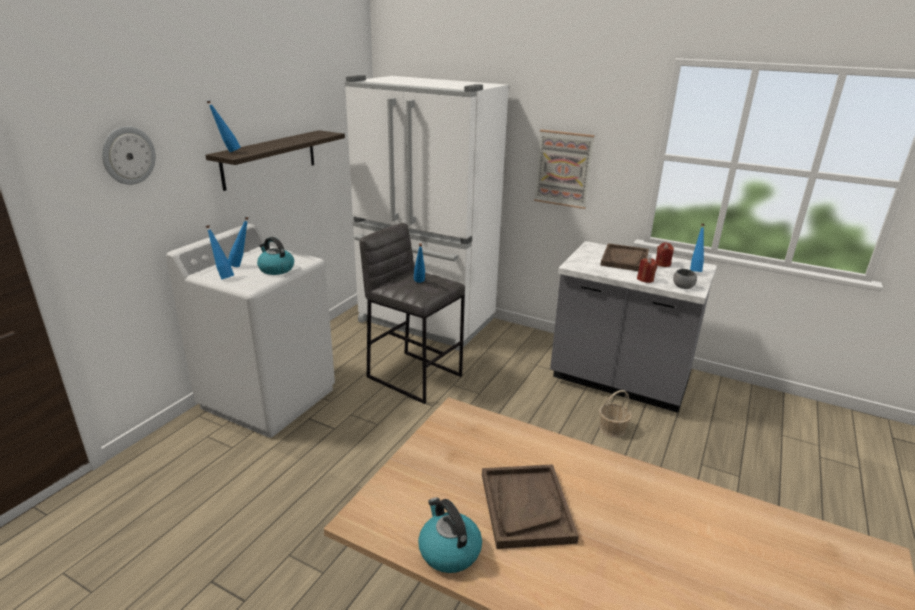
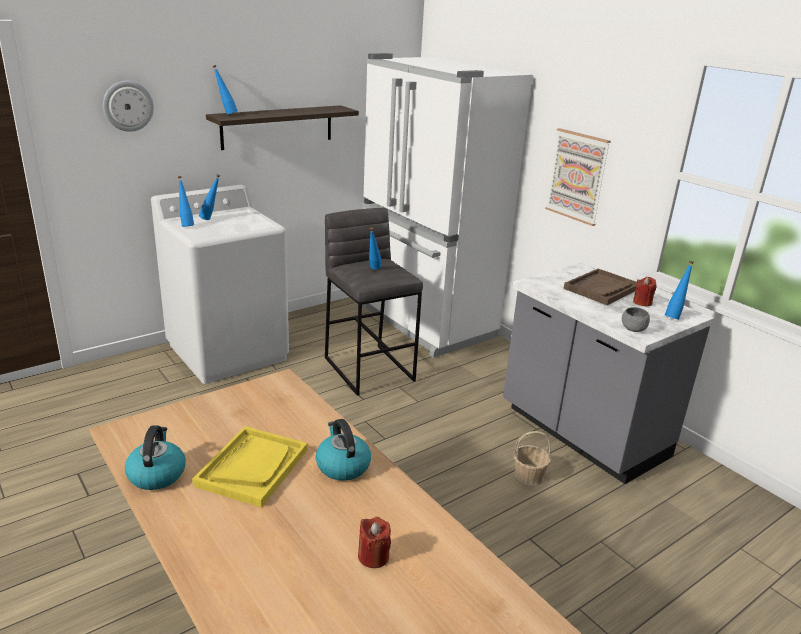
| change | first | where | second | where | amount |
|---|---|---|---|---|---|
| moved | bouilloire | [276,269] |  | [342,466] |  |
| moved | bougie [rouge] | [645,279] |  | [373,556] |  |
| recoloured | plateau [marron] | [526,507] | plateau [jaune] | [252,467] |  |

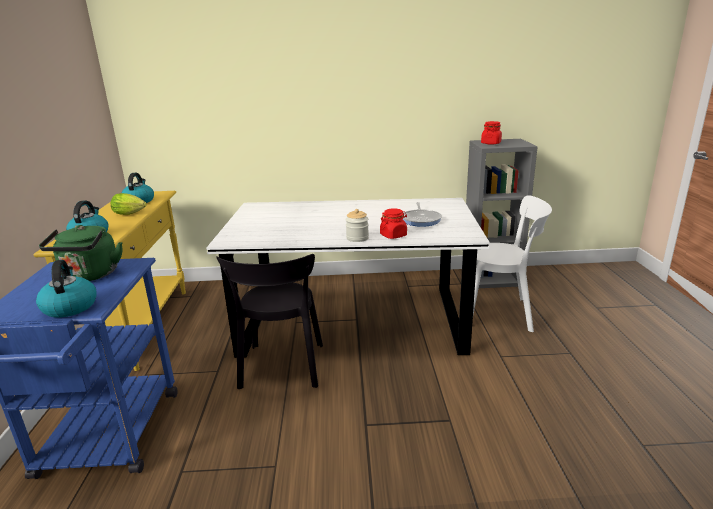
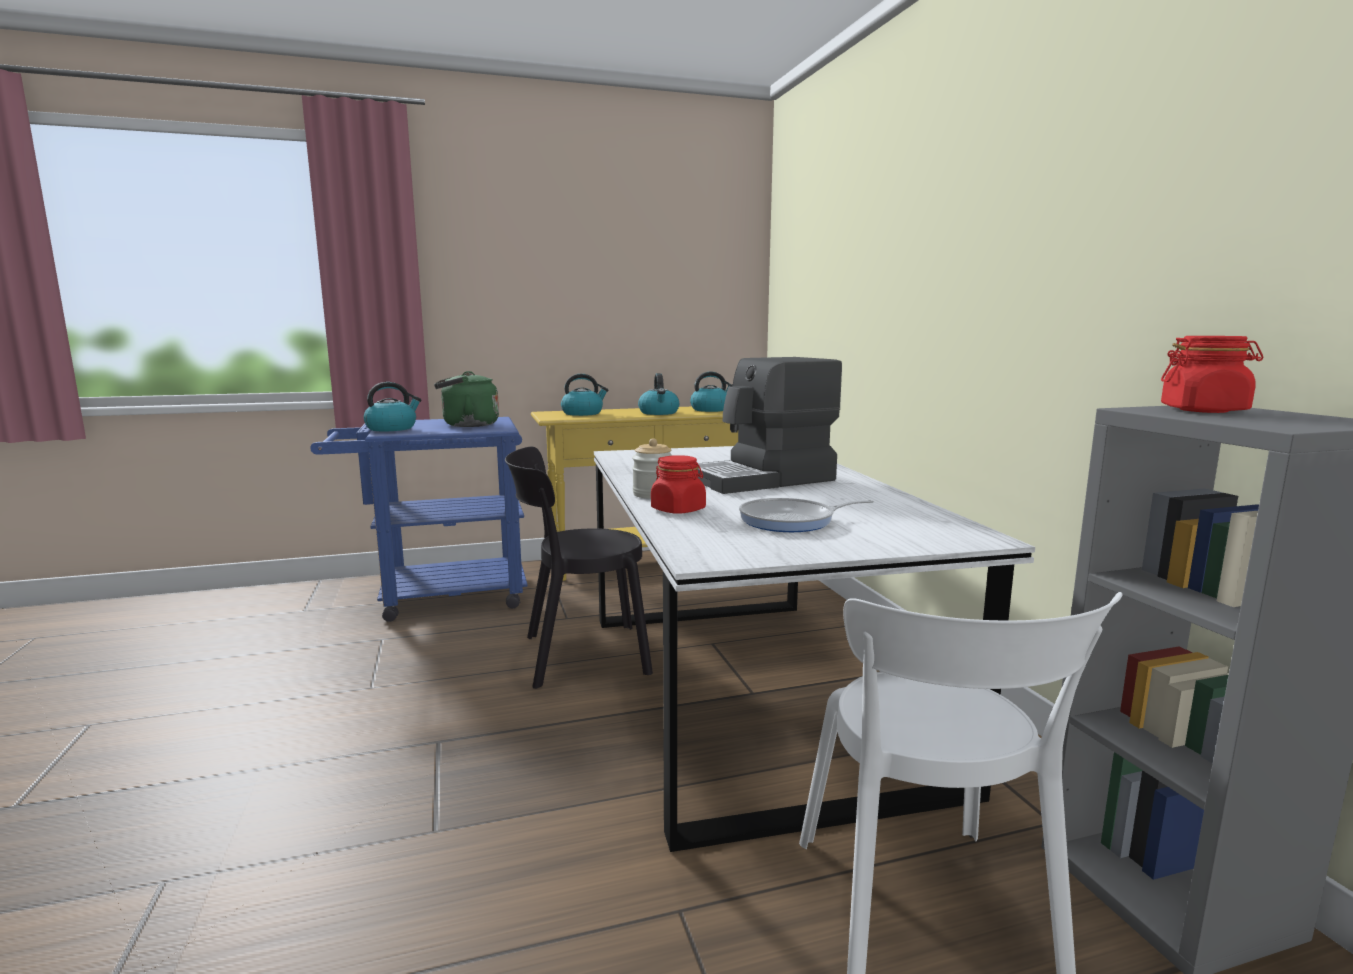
| change | first | where | second | where | amount |
|---|---|---|---|---|---|
| replaced | laitue | [131,214] | bouilloire | [659,413] |  |
| added |  |  | machine à café | [763,480] |  |

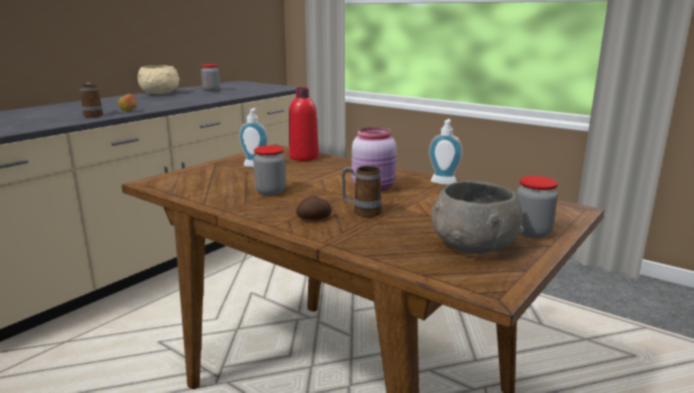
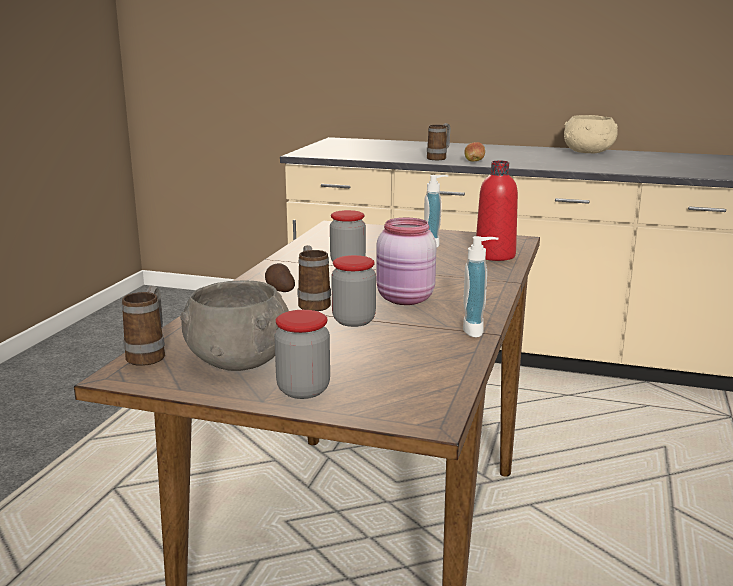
| change | first | where | second | where | amount |
|---|---|---|---|---|---|
| moved | bocal | [211,90] |  | [354,320] |  |
| added |  |  | mug | [150,355] |  |

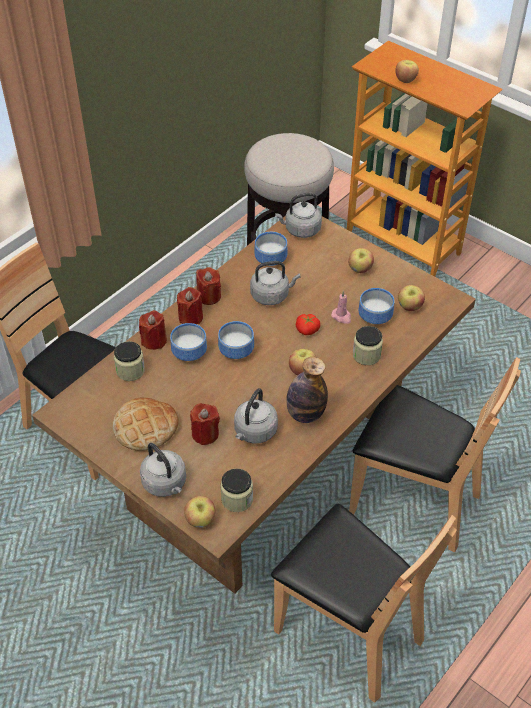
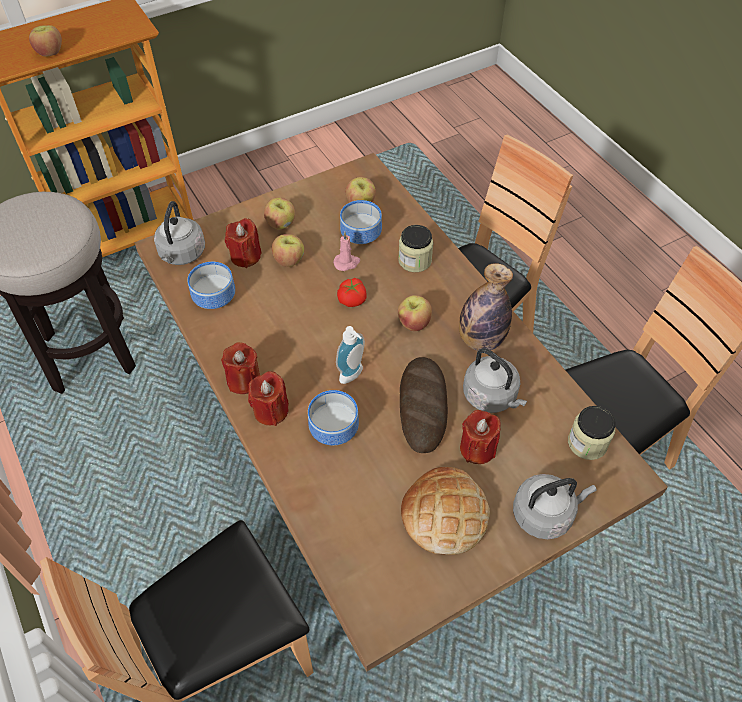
| change | first | where | second | where | amount |
|---|---|---|---|---|---|
| removed | bouilloire [gris] | [272,295] |  |  |  |
| moved | bougie [rouge] | [154,340] |  | [245,256] |  |
| replaced | bol | [238,350] | distributeur de savon | [353,376] |  |
| removed | bocal | [130,370] |  |  |  |
| moved | pomme | [200,520] |  | [289,260] |  |
| added |  |  | pain | [422,407] |  |

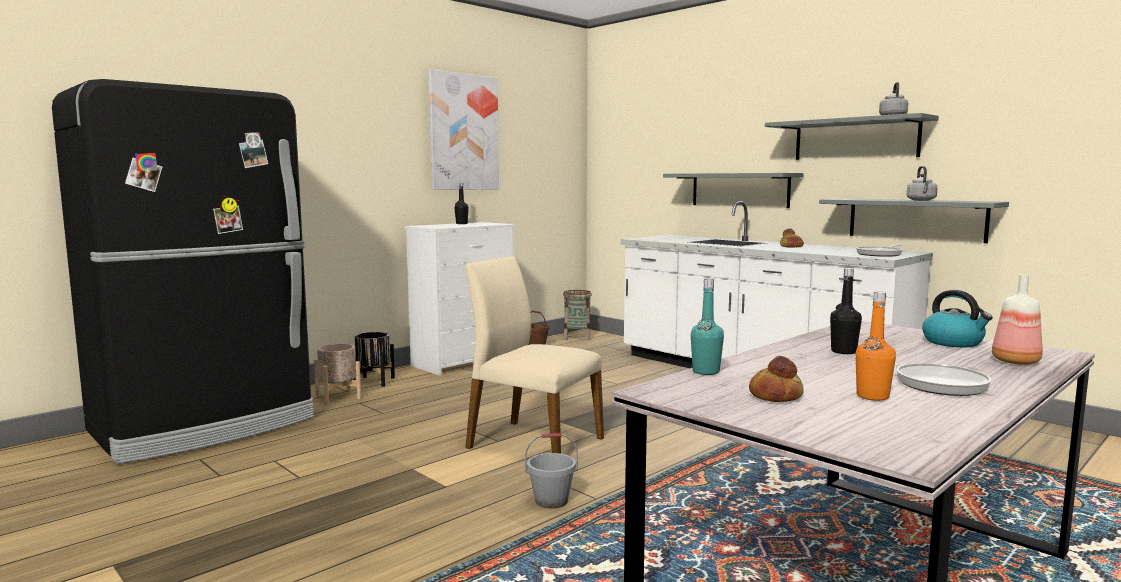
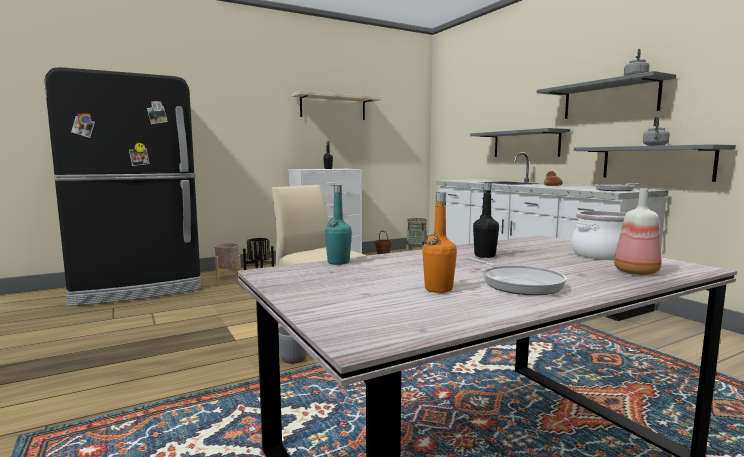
| change | first | where | second | where | amount |
|---|---|---|---|---|---|
| replaced | tableau | [463,132] | étagère [beige] | [333,107] |  |
| replaced | bouilloire | [953,342] | marmite | [601,255] |  |
| removed | pain | [775,395] |  |  |  |

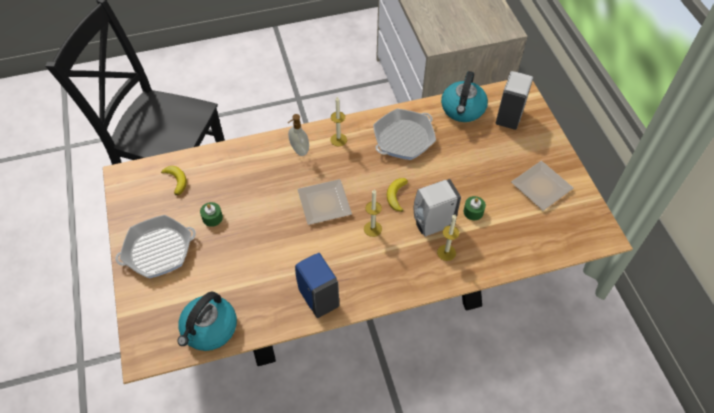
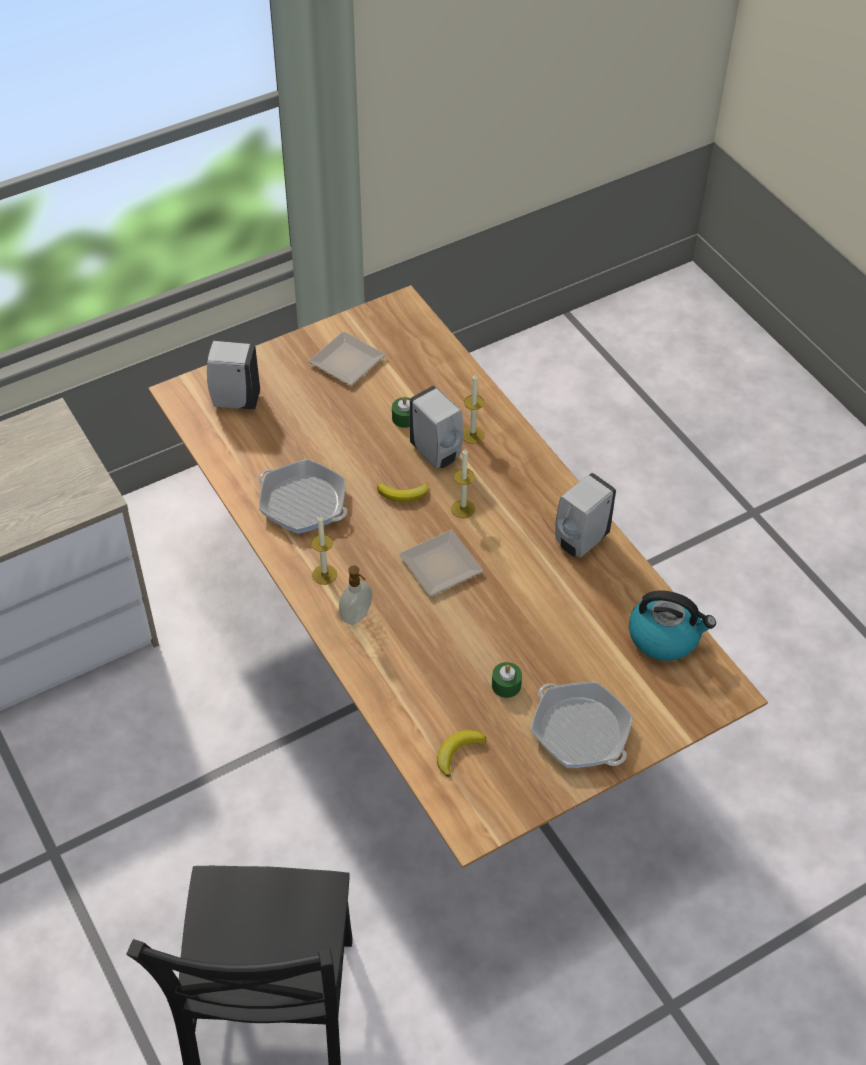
| change | first | where | second | where | amount |
|---|---|---|---|---|---|
| removed | bouilloire | [463,109] |  |  |  |
| recoloured | distributeur de savon [bleu] | [318,298] | distributeur de savon [blanc] | [580,541] |  |

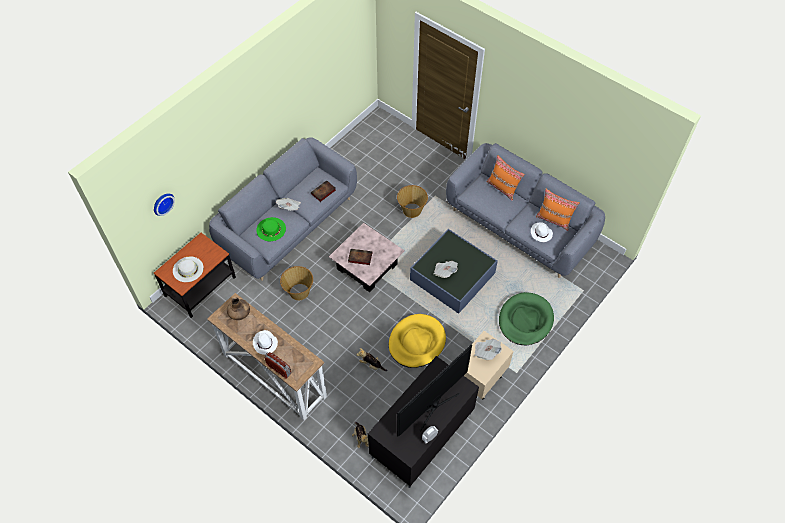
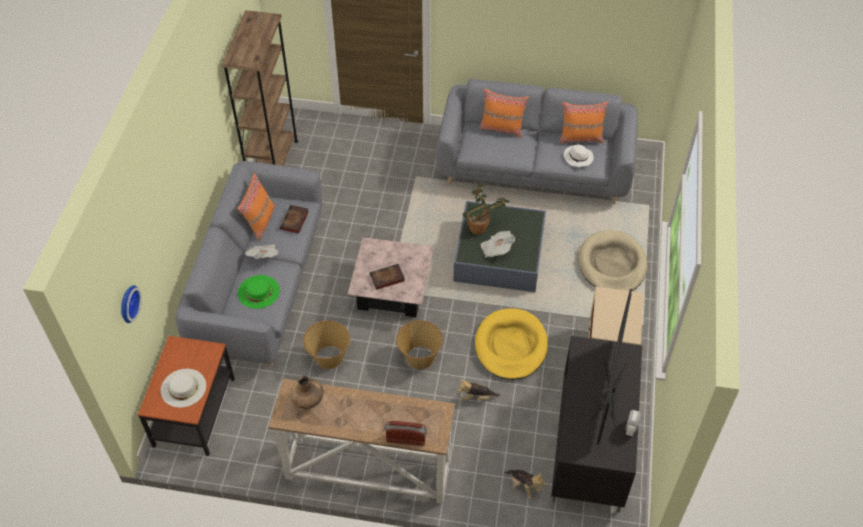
| change | first | where | second | where | amount |
|---|---|---|---|---|---|
| moved | panier | [412,210] |  | [419,357] |  |
| recoloured | panier pour chien [vert] | [525,320] | panier pour chien [beige] | [612,265] |  |
| removed | chapeau [blanc] | [265,343] |  |  |  |
| removed | journal | [486,352] |  |  |  |
| added |  |  | bibliothèque [marron] | [273,164] |  |
| added |  |  | coussin [orange] | [260,221] |  |
| added |  |  | plante en pot | [482,228] |  |

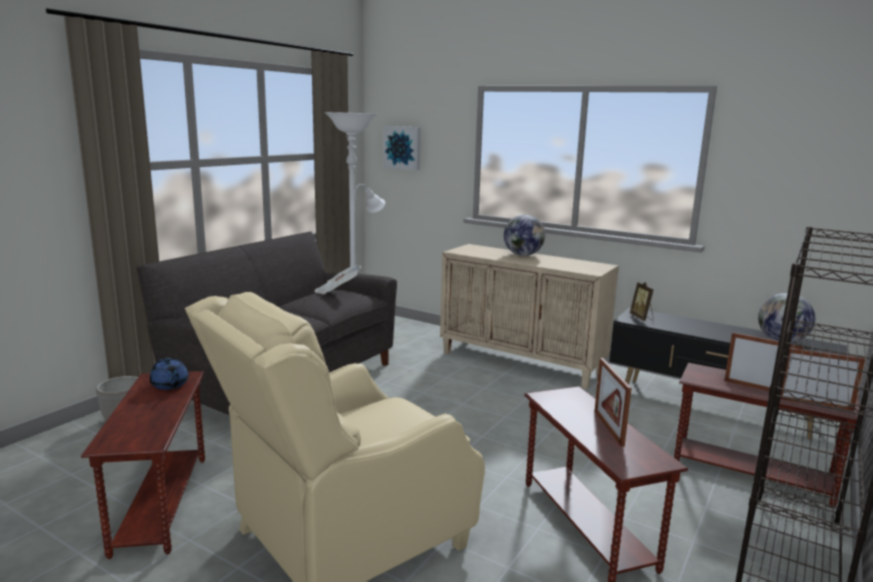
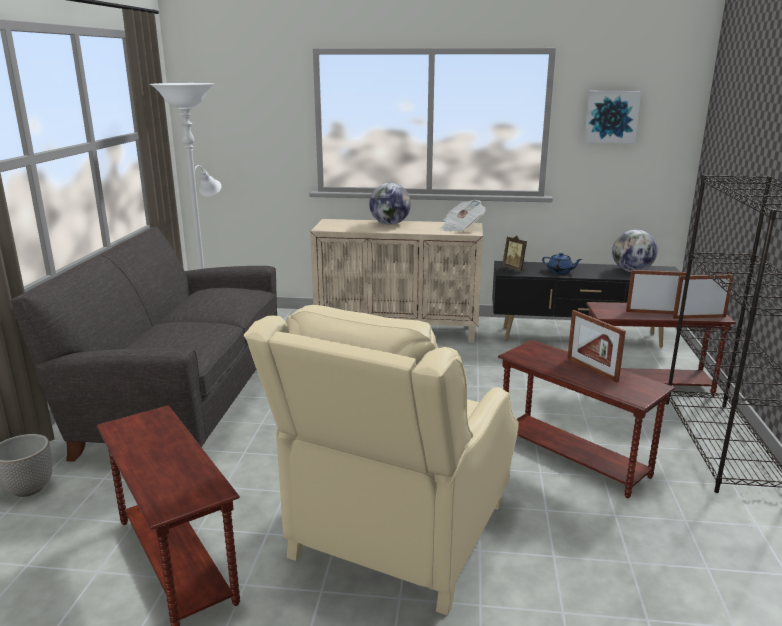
| change | first | where | second | where | amount |
|---|---|---|---|---|---|
| moved | tableau | [403,147] |  | [611,116] |  |
| moved | journal | [337,292] |  | [461,228] |  |
| moved | théière [bleu] | [170,385] |  | [560,271] |  |

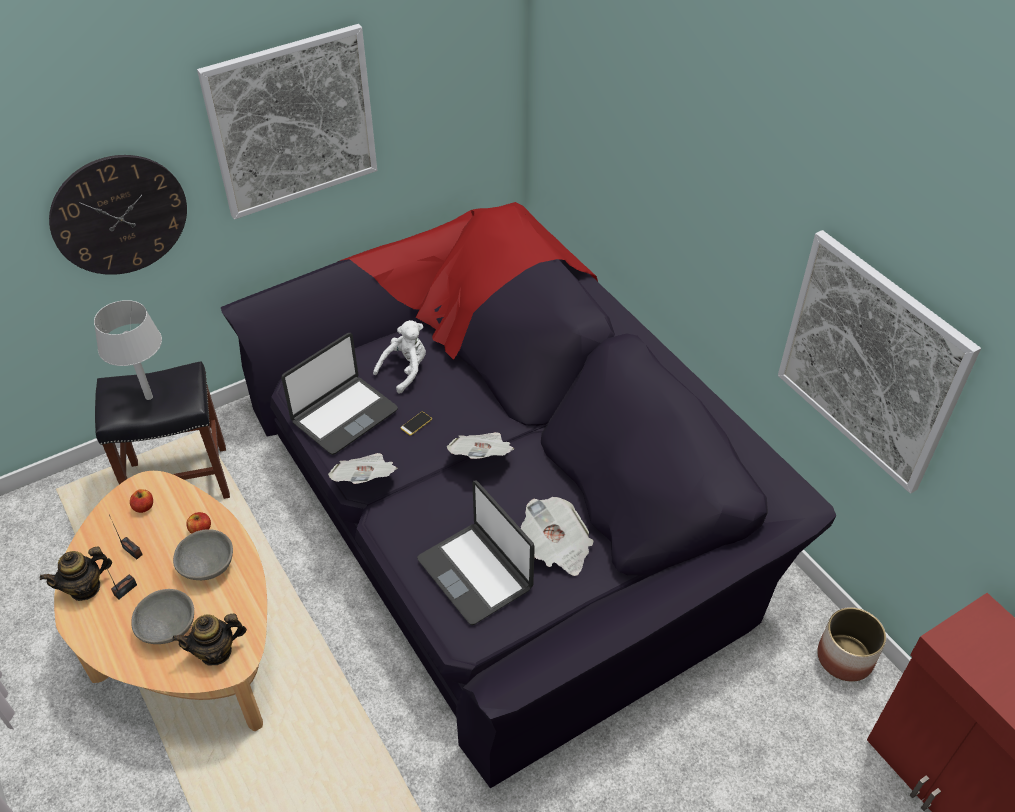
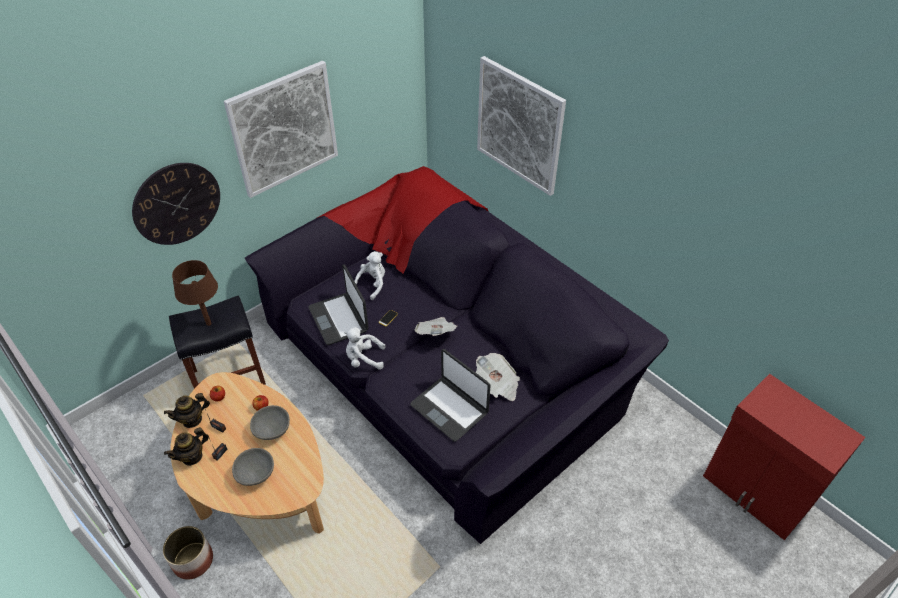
| change | first | where | second | where | amount |
|---|---|---|---|---|---|
| moved | tableau | [870,361] |  | [519,126] |  |
| recoloured | lampe de table [gris] | [149,397] | lampe de table [marron] | [209,323] |  |
| turned | ordinateur portable | [344,415] |  | [339,319] | 120 degrees clockwise |
| replaced | journal | [365,480] | peluche [blanc] | [363,359] |  |
| moved | cache-pot | [845,658] |  | [193,560] |  |
| moved | théière | [216,652] |  | [192,419] |  |

